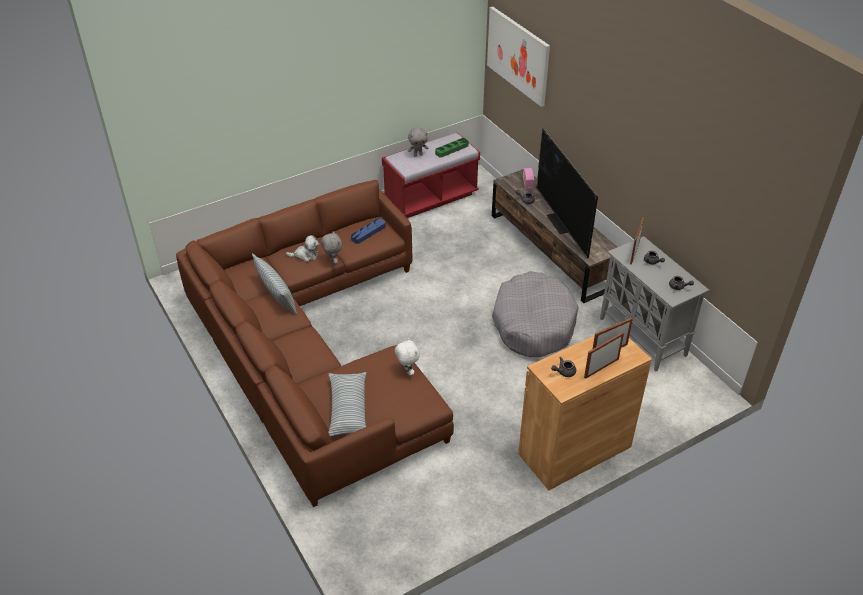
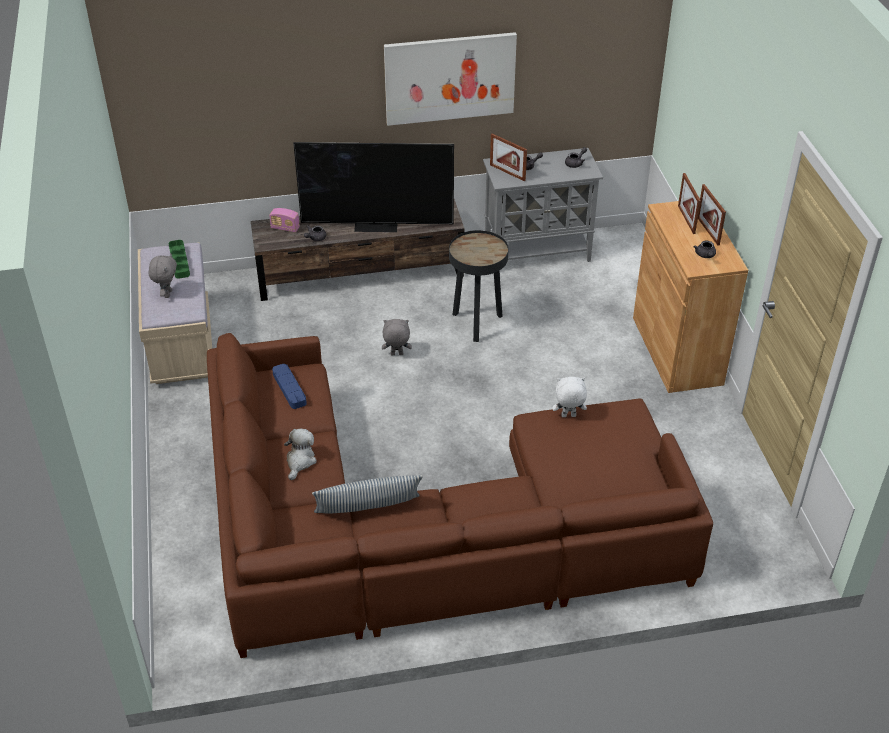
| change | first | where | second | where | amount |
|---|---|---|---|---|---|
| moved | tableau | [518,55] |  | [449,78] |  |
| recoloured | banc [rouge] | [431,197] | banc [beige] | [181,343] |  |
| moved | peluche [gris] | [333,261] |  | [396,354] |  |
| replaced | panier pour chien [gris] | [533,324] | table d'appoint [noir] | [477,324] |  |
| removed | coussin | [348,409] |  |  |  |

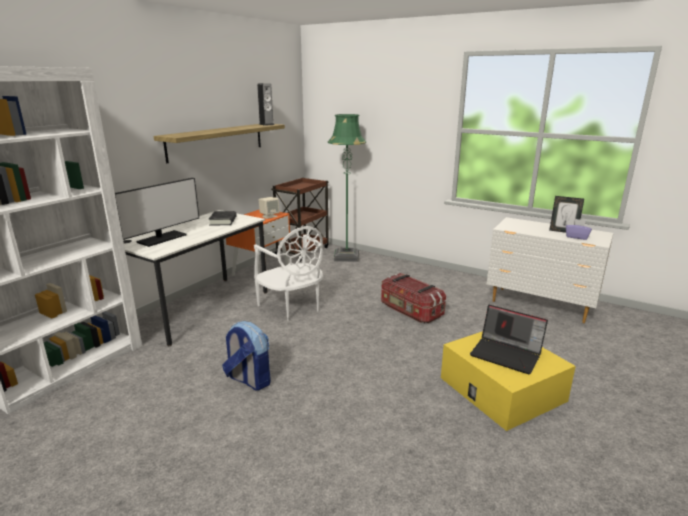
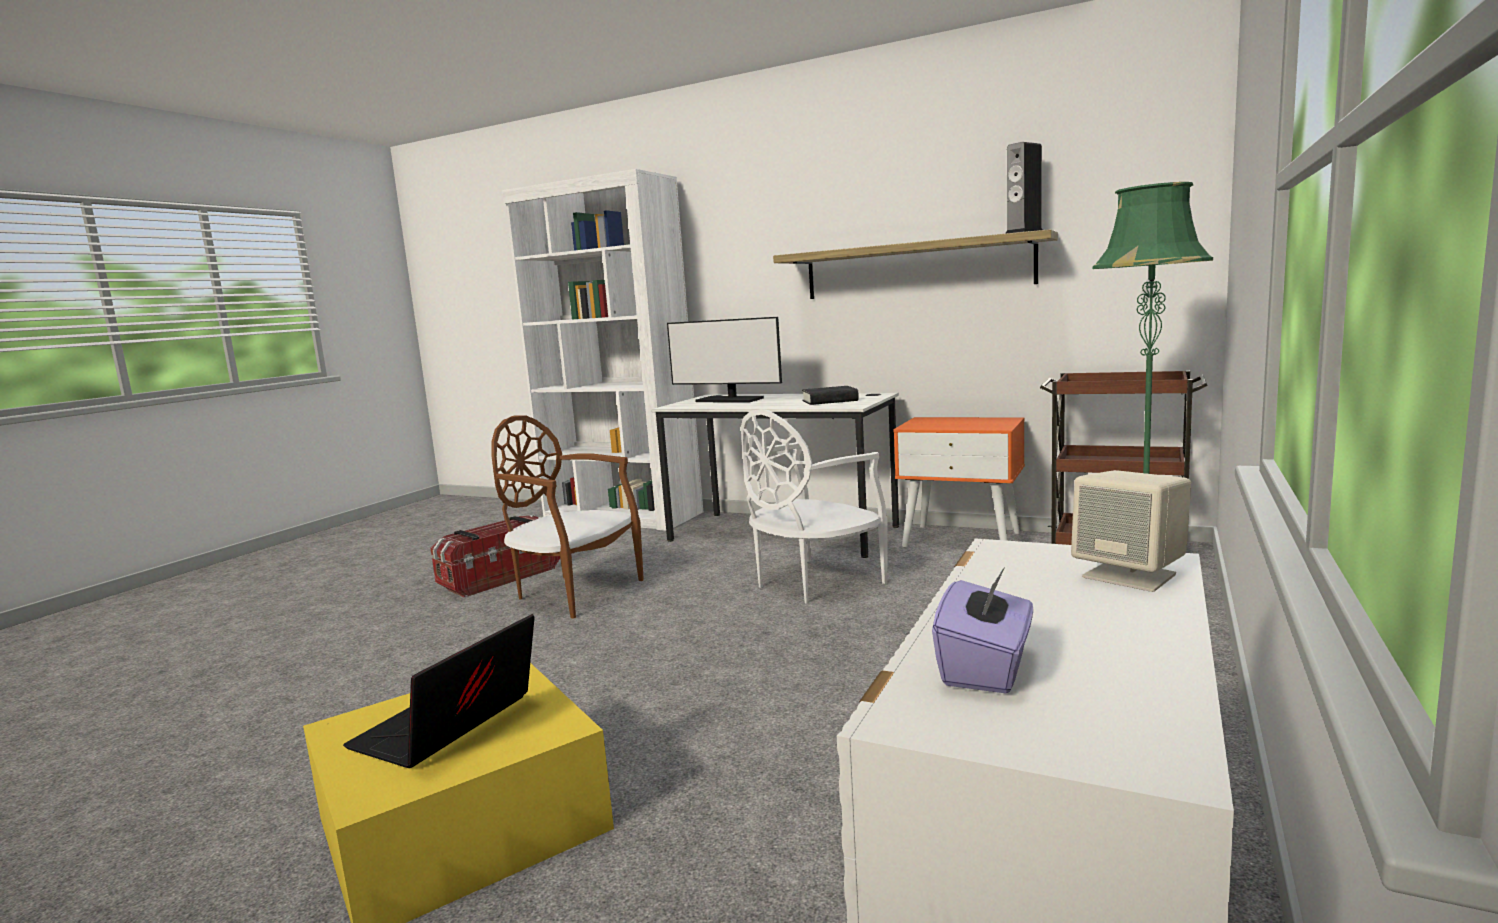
| change | first | where | second | where | amount |
|---|---|---|---|---|---|
| removed | cadre photo | [563,231] |  |  |  |
| moved | enceinte [beige] | [269,216] |  | [1131,576] |  |
| moved | boîte de rangement | [410,311] |  | [499,577] |  |
| replaced | sac à dos | [249,380] | chaise [marron] | [574,592] |  |

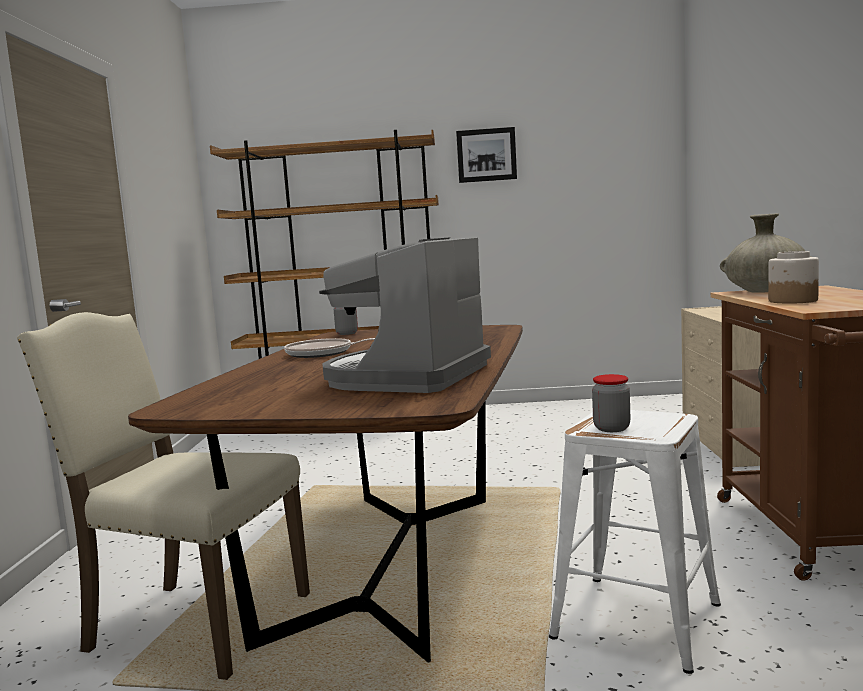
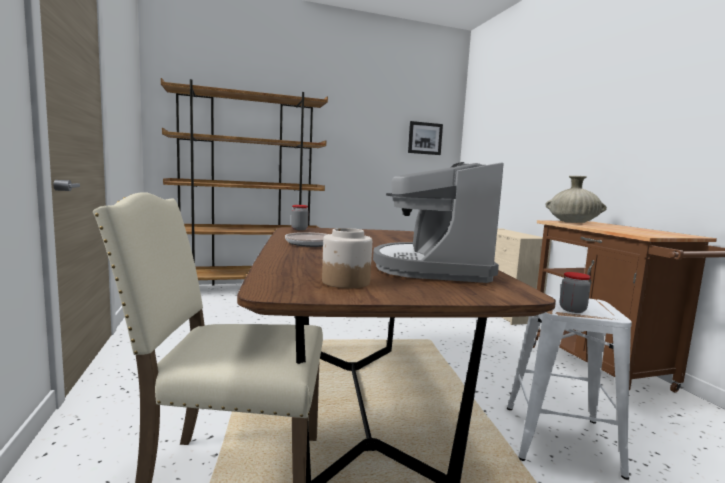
| change | first | where | second | where | amount |
|---|---|---|---|---|---|
| moved | tableau | [486,155] |  | [424,138] |  |
| moved | bocal | [792,301] |  | [345,282] |  |

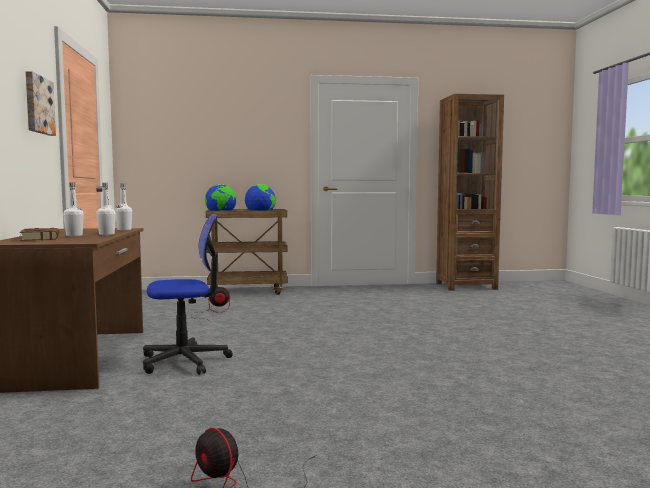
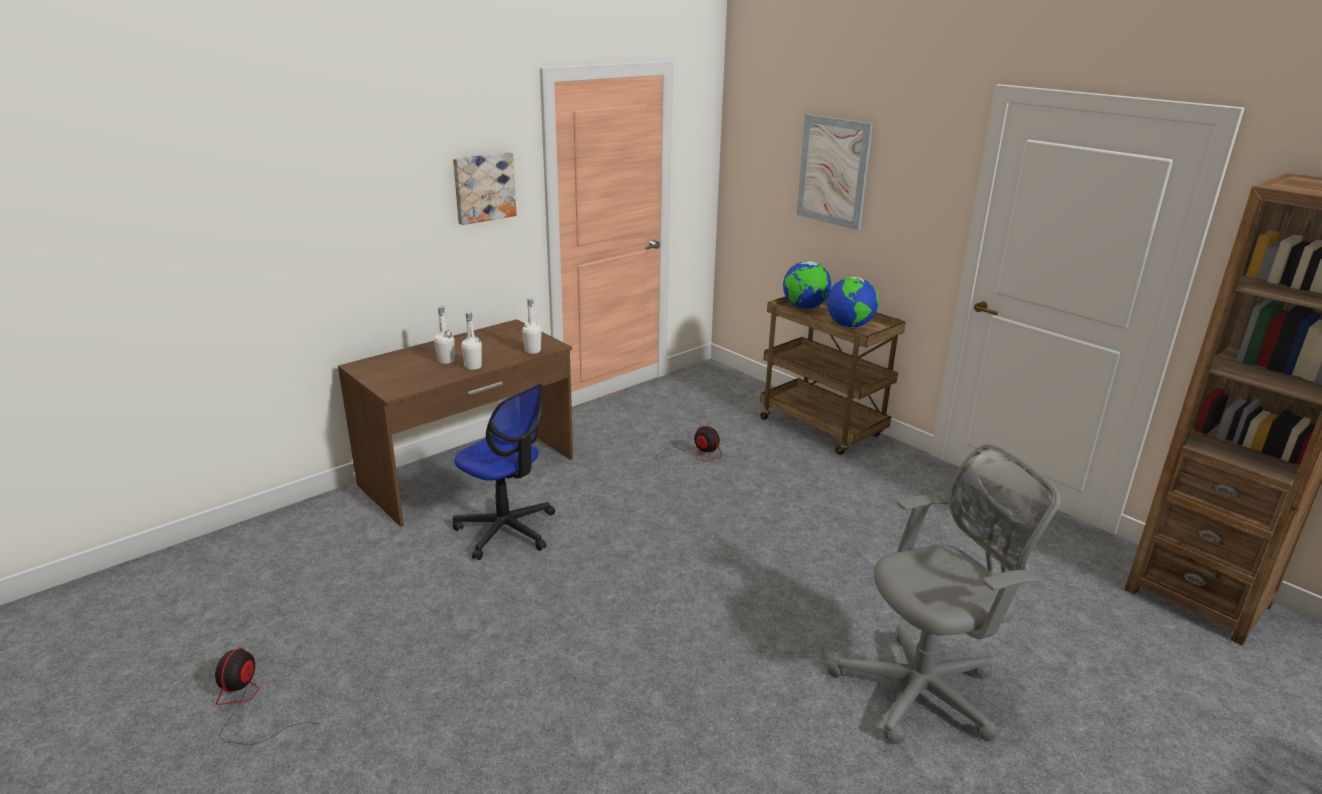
| change | first | where | second | where | amount |
|---|---|---|---|---|---|
| removed | livre [marron] | [40,238] |  |  |  |
| added |  |  | tableau | [833,171] |  |
| added |  |  | chaise de bureau [gris] | [924,690] |  |

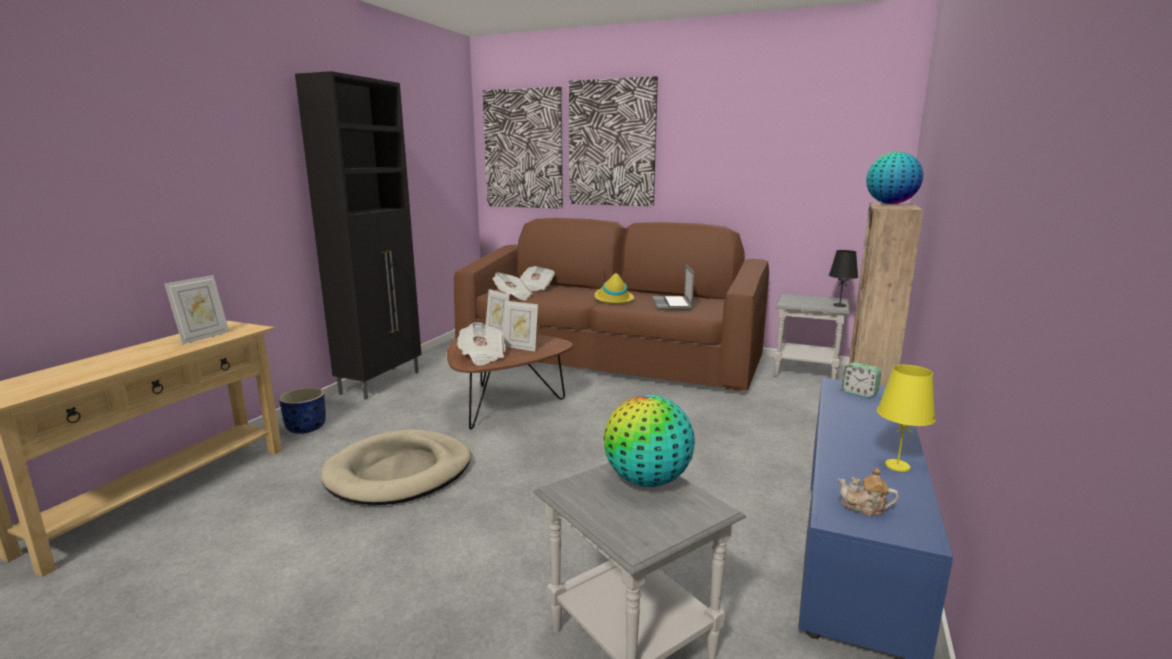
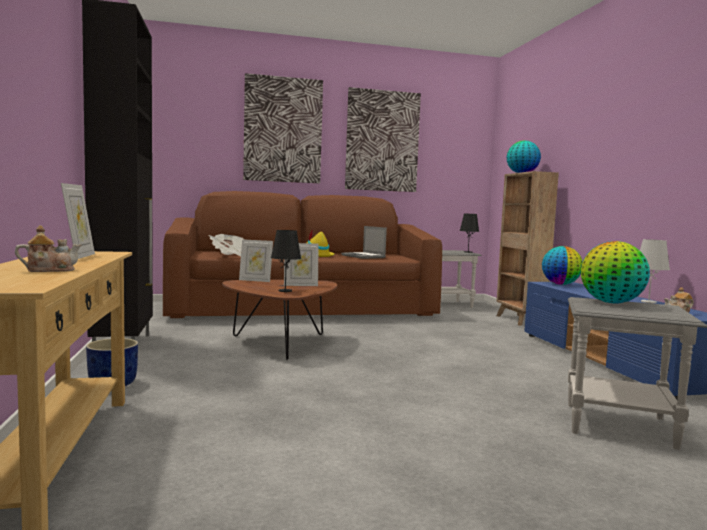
| change | first | where | second | where | amount |
|---|---|---|---|---|---|
| moved | tableau | [523,149] |  | [382,141] |  |
| replaced | journal | [482,357] | lampe de table [noir] | [285,291] |  |
| replaced | réveil | [859,393] | globe | [560,284] |  |
| recoloured | lampe de table [jaune] | [897,466] | lampe de table [blanc] | [648,302] |  |
| removed | panier pour chien [beige] | [399,472] |  |  |  |
| added |  |  | théière | [49,270] |  |

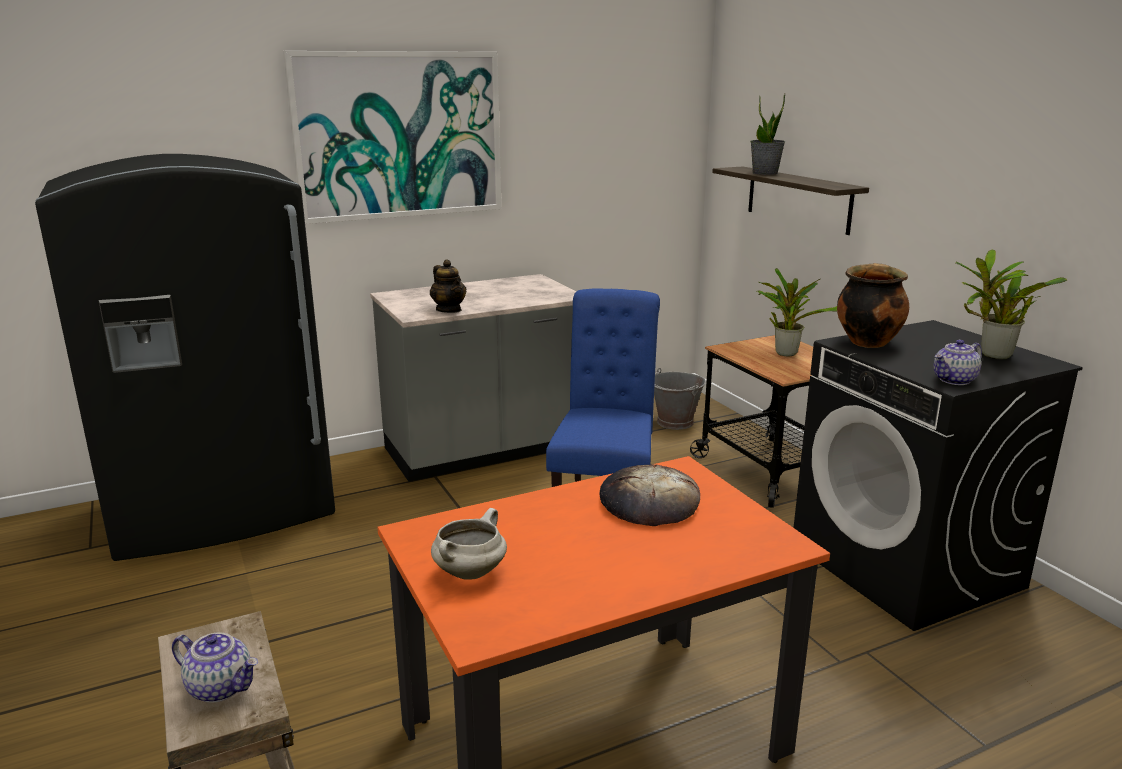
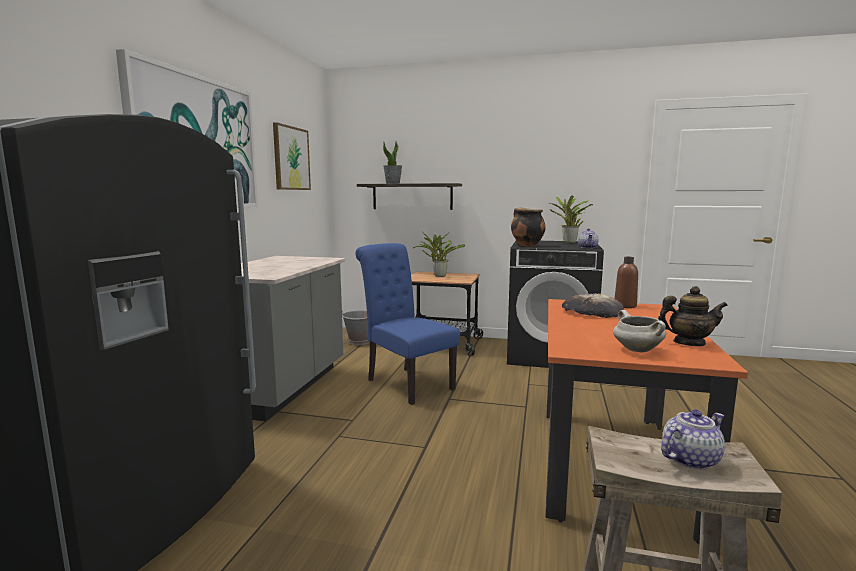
| change | first | where | second | where | amount |
|---|---|---|---|---|---|
| moved | théière | [449,310] |  | [688,343] |  |
| added |  |  | tableau | [291,158] |  |
| added |  |  | bouteille [marron] | [625,306] |  |

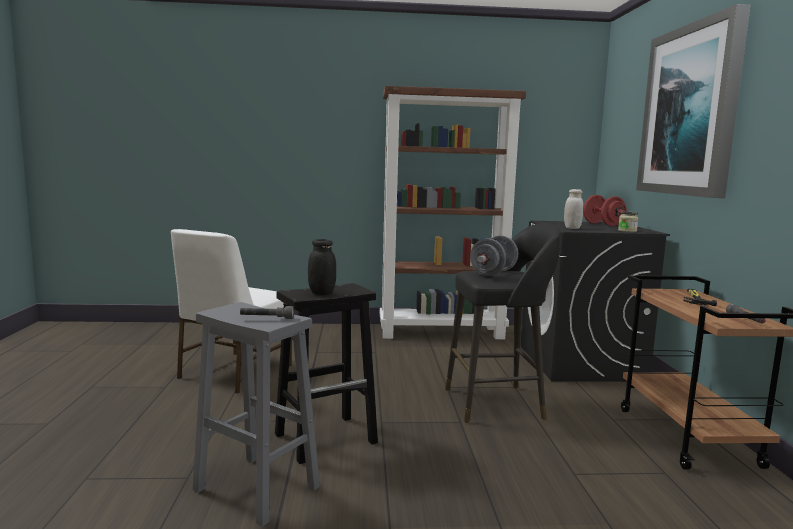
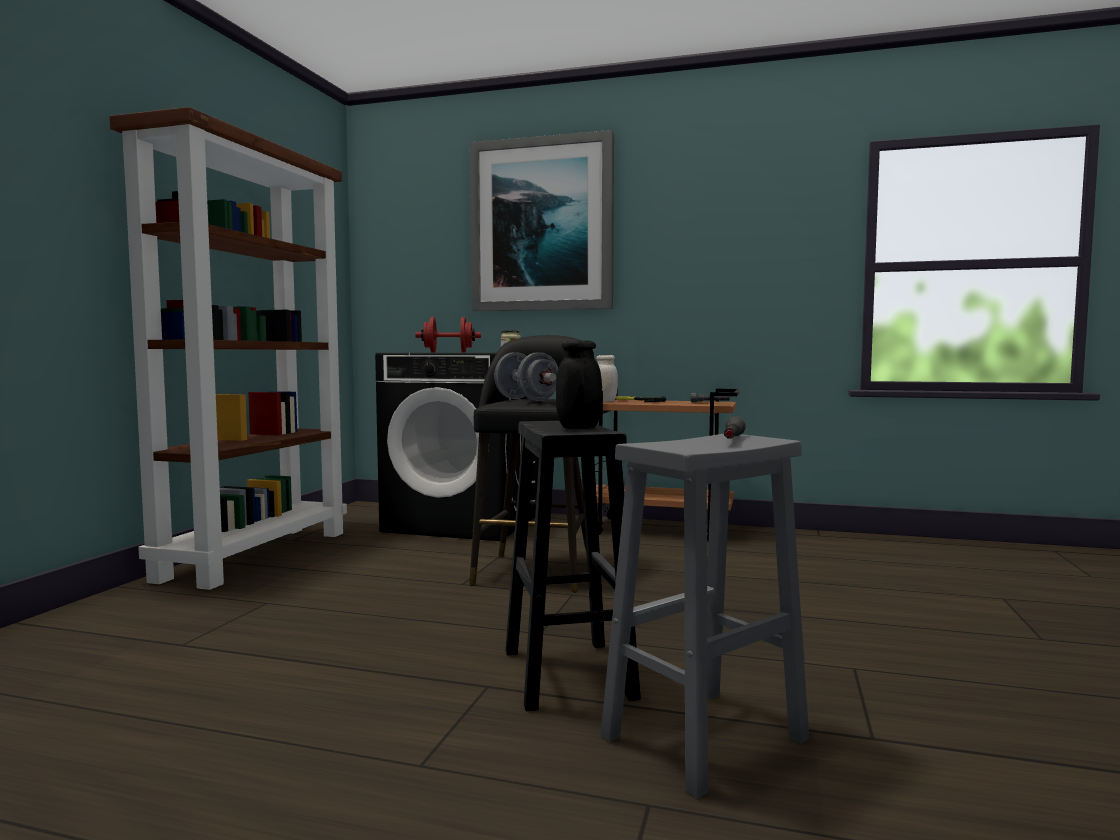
| change | first | where | second | where | amount |
|---|---|---|---|---|---|
| moved | bocal [blanc] | [572,228] |  | [605,401] |  |
| removed | chaise [blanc] | [234,372] |  |  |  |

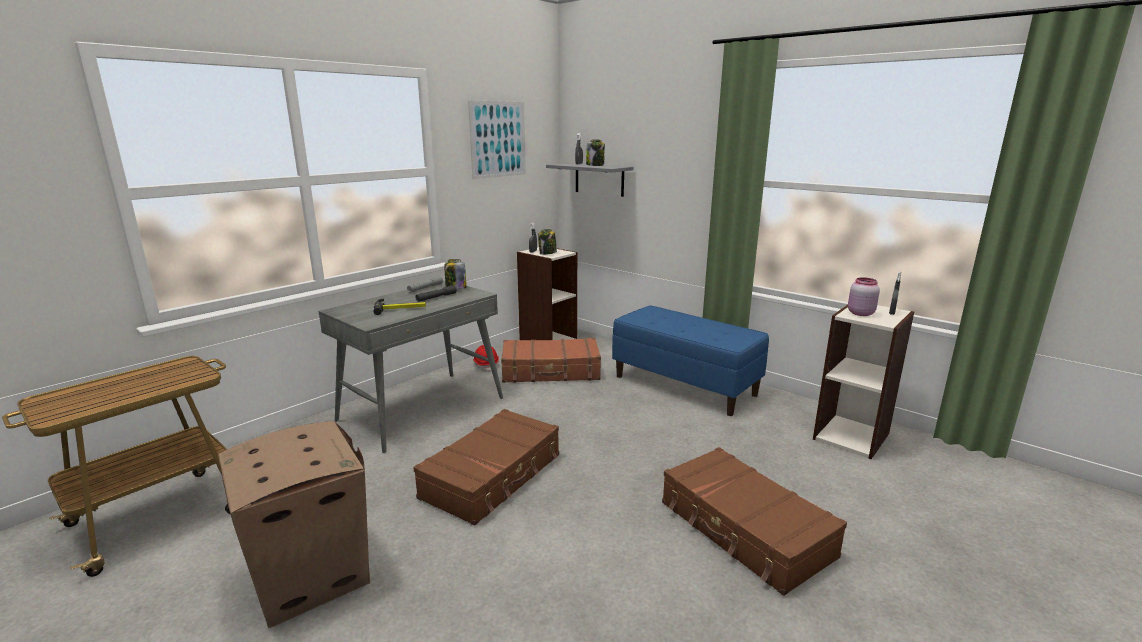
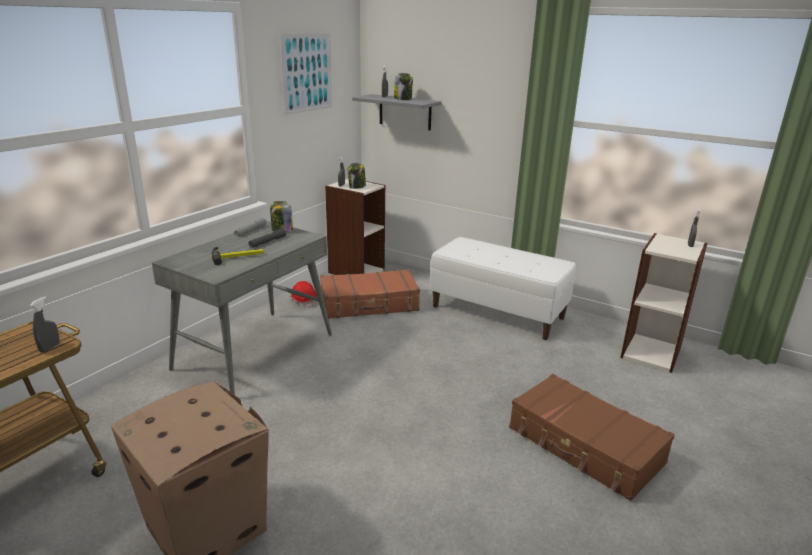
| change | first | where | second | where | amount |
|---|---|---|---|---|---|
| removed | bocal [rose] | [859,313] |  |  |  |
| recoloured | banc [bleu] | [685,385] | banc [blanc] | [498,312] |  |
| removed | valise [marron] | [493,476] |  |  |  |
| added |  |  | vaporisateur [gris] | [50,348] |  |

